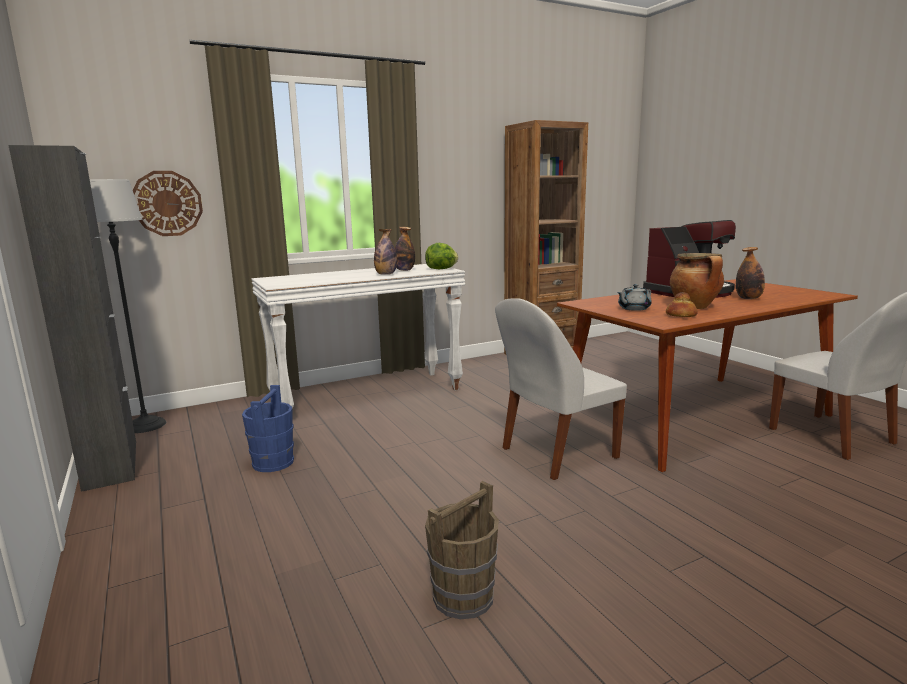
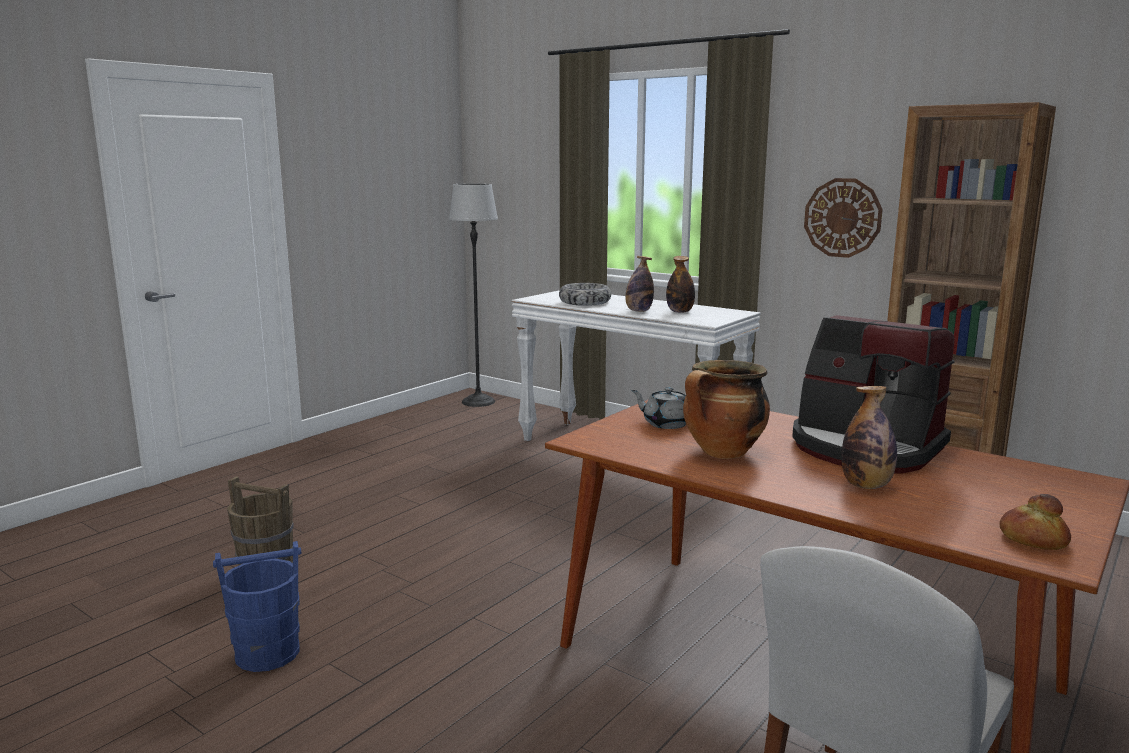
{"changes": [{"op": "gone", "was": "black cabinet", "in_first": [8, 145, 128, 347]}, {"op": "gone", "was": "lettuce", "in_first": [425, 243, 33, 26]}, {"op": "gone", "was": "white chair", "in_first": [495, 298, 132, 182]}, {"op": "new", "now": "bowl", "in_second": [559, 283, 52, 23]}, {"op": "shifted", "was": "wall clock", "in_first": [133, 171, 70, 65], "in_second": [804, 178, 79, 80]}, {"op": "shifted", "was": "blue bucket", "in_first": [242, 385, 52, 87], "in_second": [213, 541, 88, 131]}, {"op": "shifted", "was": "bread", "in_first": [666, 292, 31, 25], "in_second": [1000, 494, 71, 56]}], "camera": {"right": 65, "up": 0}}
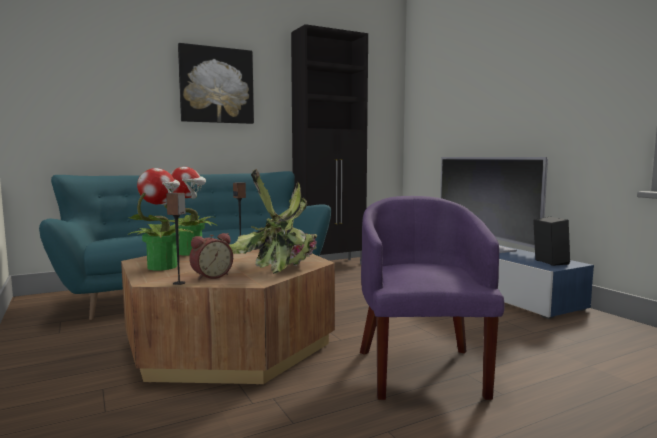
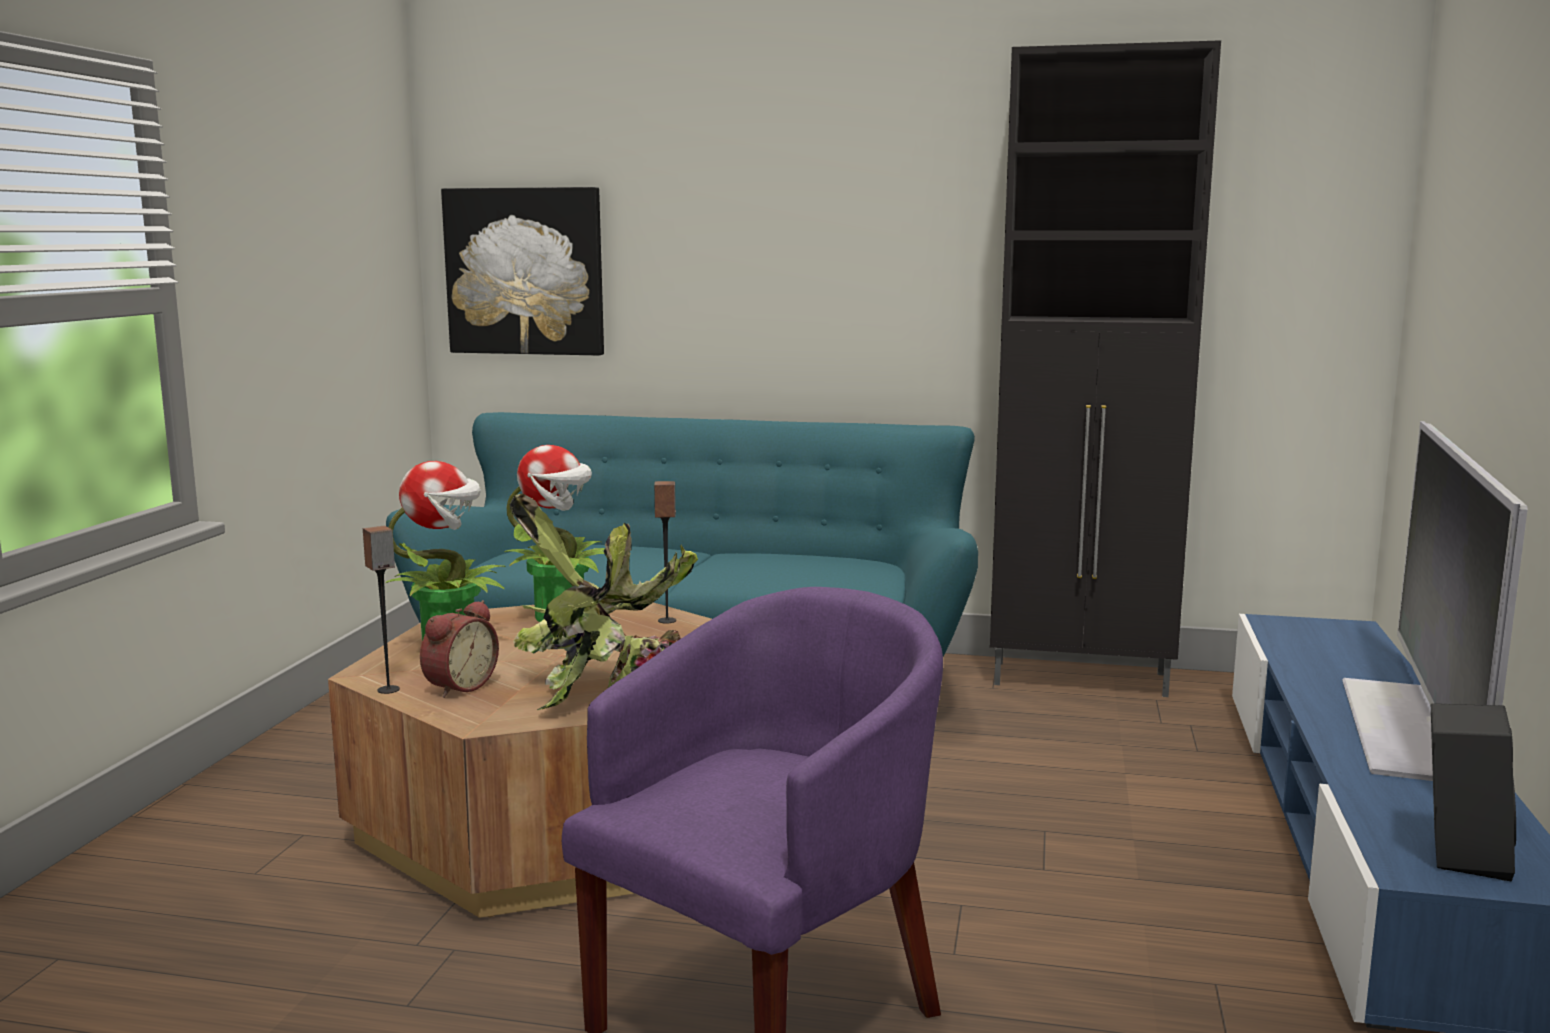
{"changes": [{"op": "shifted", "was": "picture", "in_first": [178, 43, 76, 81], "in_second": [441, 187, 163, 169]}, {"op": "rotated", "was": "alarm clock", "in_first": [189, 233, 44, 47], "in_second": [420, 600, 79, 98], "clockwise": -60}], "camera": {"right": 40, "up": 5}}
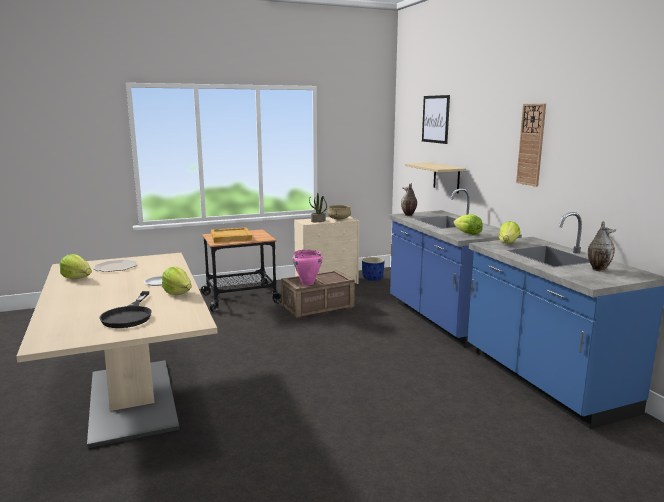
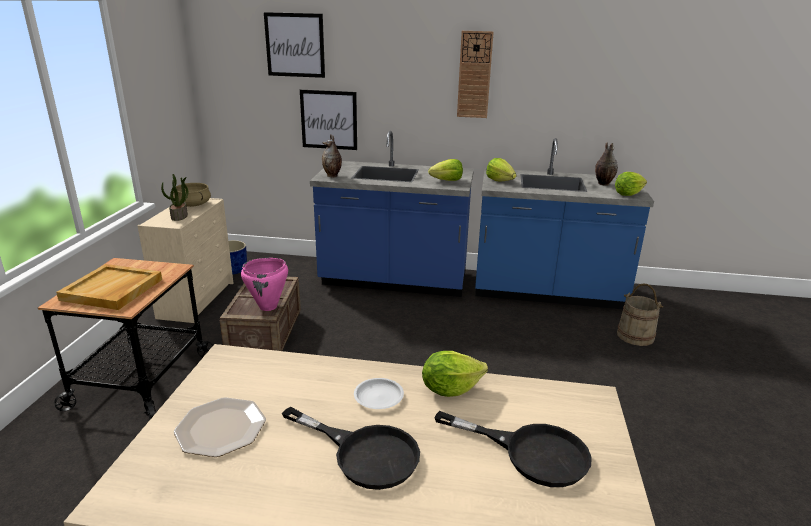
{"changes": [{"op": "new", "now": "black frying pan", "in_second": [282, 407, 138, 83]}, {"op": "new", "now": "beige bucket", "in_second": [617, 284, 46, 62]}, {"op": "shifted", "was": "lettuce", "in_first": [60, 254, 32, 25], "in_second": [615, 172, 32, 24]}, {"op": "swapped", "was": "shelf", "now": "picture", "in_first": [405, 163, 61, 31], "in_second": [300, 90, 57, 60]}], "camera": {"right": -60, "up": 10}}
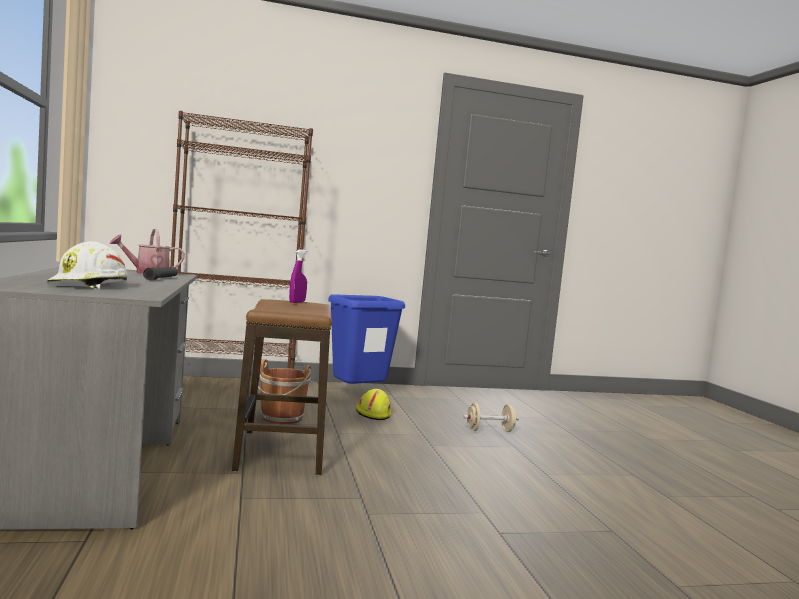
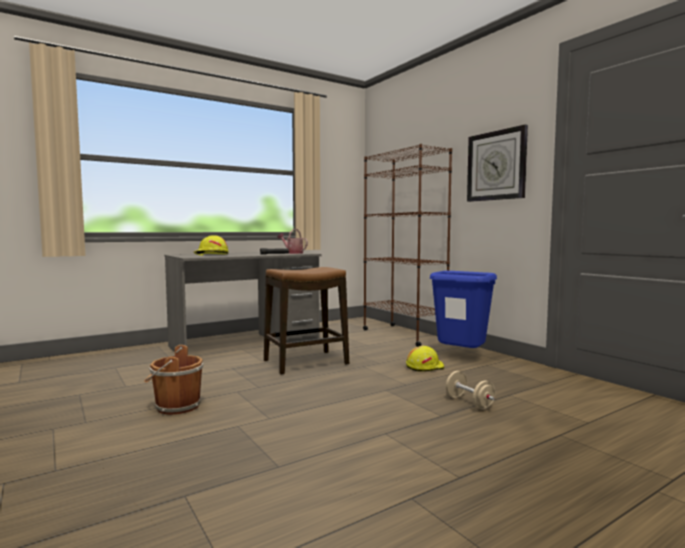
{"changes": [{"op": "gone", "was": "purple spray bottle", "in_first": [289, 250, 18, 53]}, {"op": "new", "now": "wall clock", "in_second": [467, 125, 61, 77]}, {"op": "shifted", "was": "brown bucket", "in_first": [258, 359, 54, 65], "in_second": [144, 345, 59, 70]}, {"op": "repainted", "was": "white hard hat", "now": "yellow hard hat", "in_first": [47, 241, 81, 48], "in_second": [194, 235, 35, 21]}], "camera": {"right": 70, "up": 0}}
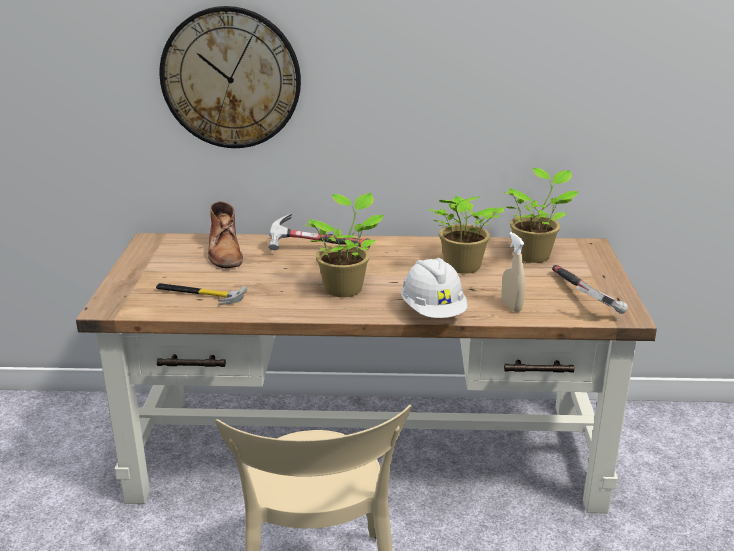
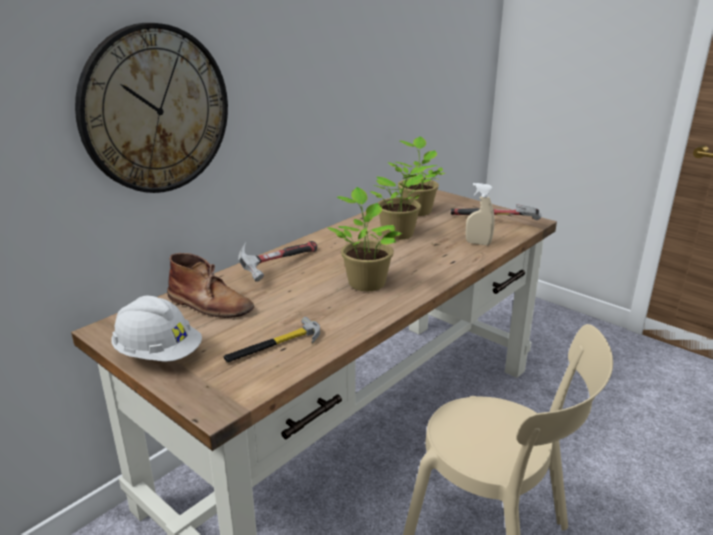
{"changes": [{"op": "shifted", "was": "white hard hat", "in_first": [401, 258, 66, 60], "in_second": [111, 296, 91, 66]}], "camera": {"right": -50, "up": 0}}
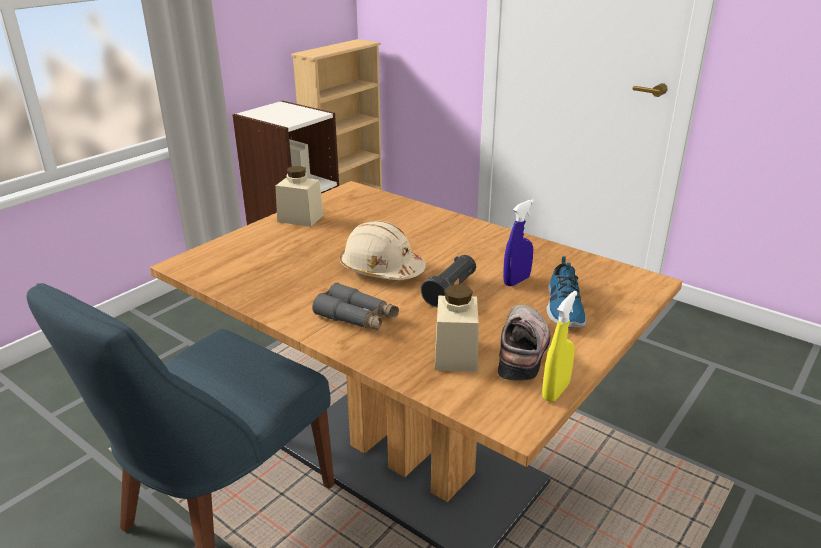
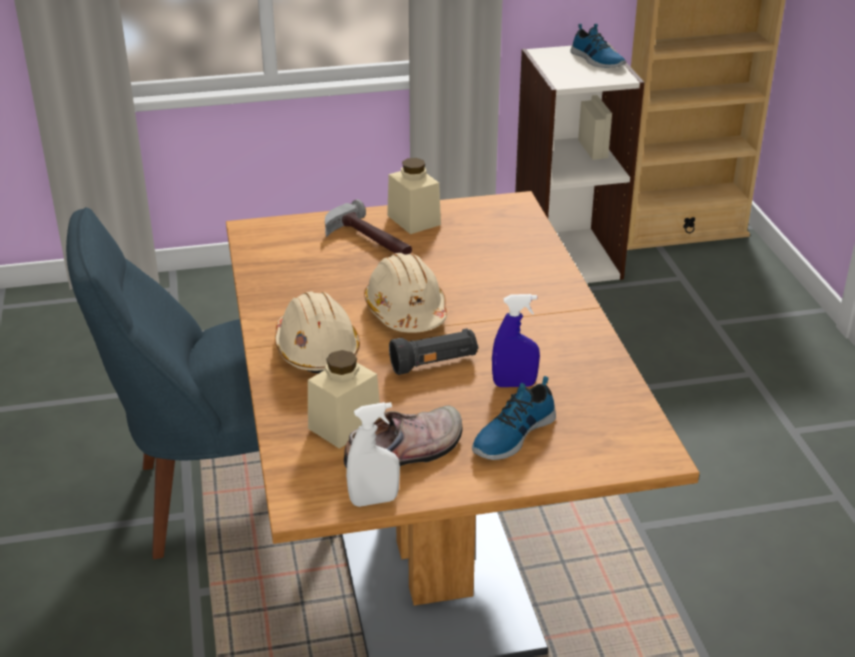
{"changes": [{"op": "new", "now": "hammer", "in_second": [325, 199, 87, 56]}, {"op": "new", "now": "shoe", "in_second": [570, 23, 56, 45]}, {"op": "swapped", "was": "grey binoculars", "now": "beige hard hat", "in_first": [312, 283, 87, 48], "in_second": [275, 291, 85, 82]}, {"op": "repainted", "was": "yellow spray bottle", "now": "white spray bottle", "in_first": [542, 291, 35, 111], "in_second": [346, 402, 54, 105]}], "camera": {"right": 40, "up": 5}}
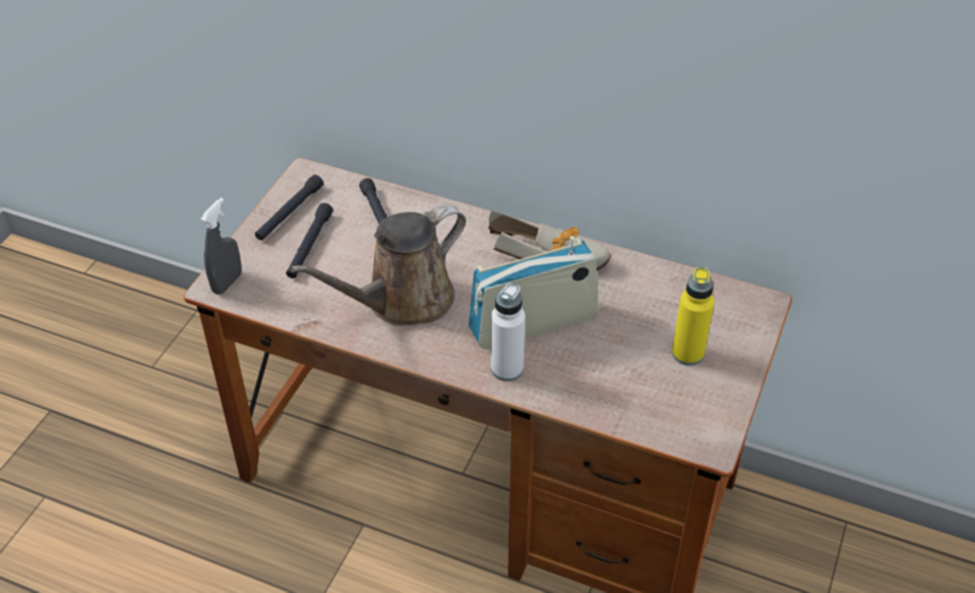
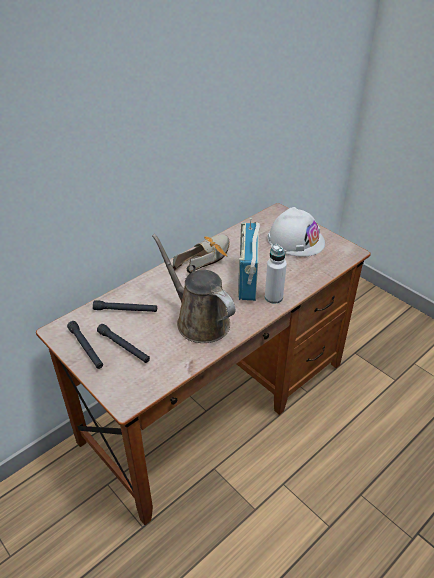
{"changes": [{"op": "gone", "was": "grey spray bottle", "in_first": [201, 198, 41, 97]}, {"op": "swapped", "was": "yellow bottle", "now": "white hard hat", "in_first": [672, 267, 42, 99], "in_second": [268, 207, 57, 50]}, {"op": "rotated", "was": "brown watering can", "in_first": [290, 205, 176, 121], "in_second": [152, 234, 83, 109], "clockwise": 150}], "camera": {"right": -65, "up": -5}}
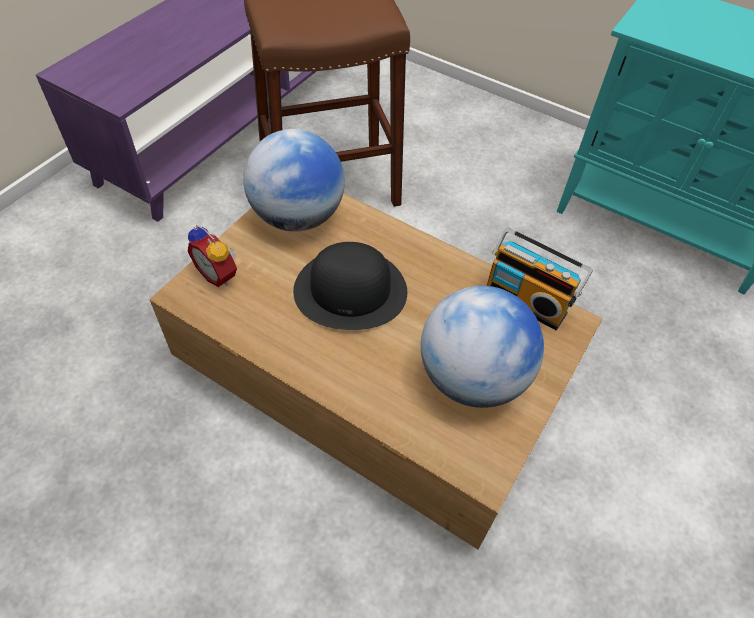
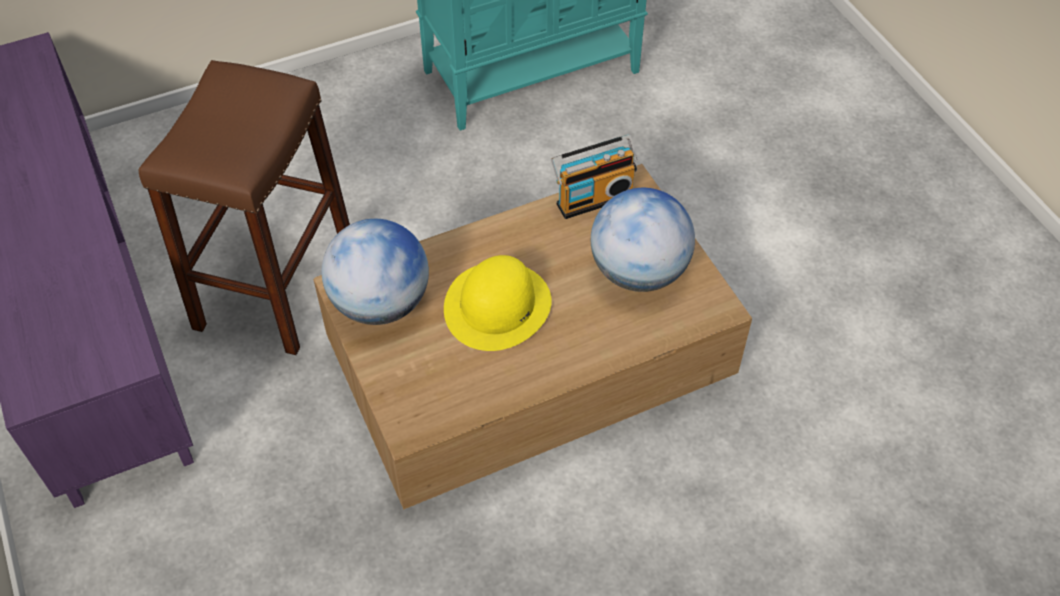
{"changes": [{"op": "gone", "was": "alarm clock", "in_first": [188, 225, 49, 62]}, {"op": "repainted", "was": "black hat", "now": "yellow hat", "in_first": [293, 242, 114, 88], "in_second": [444, 255, 108, 96]}], "camera": {"right": -55, "up": 0}}
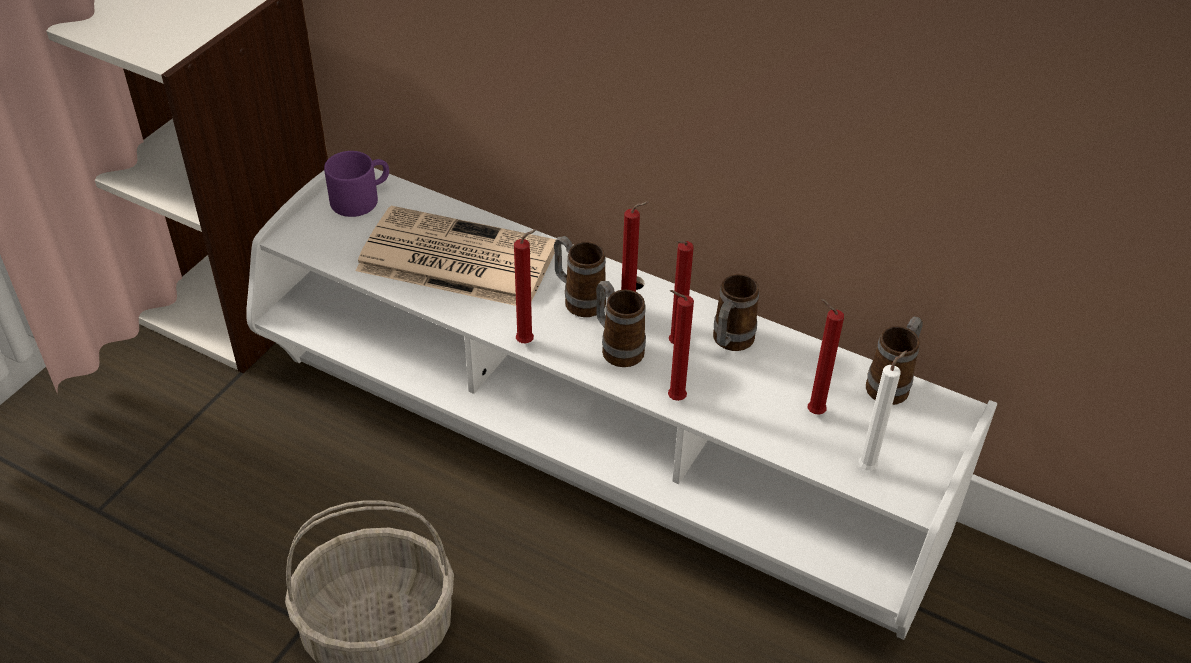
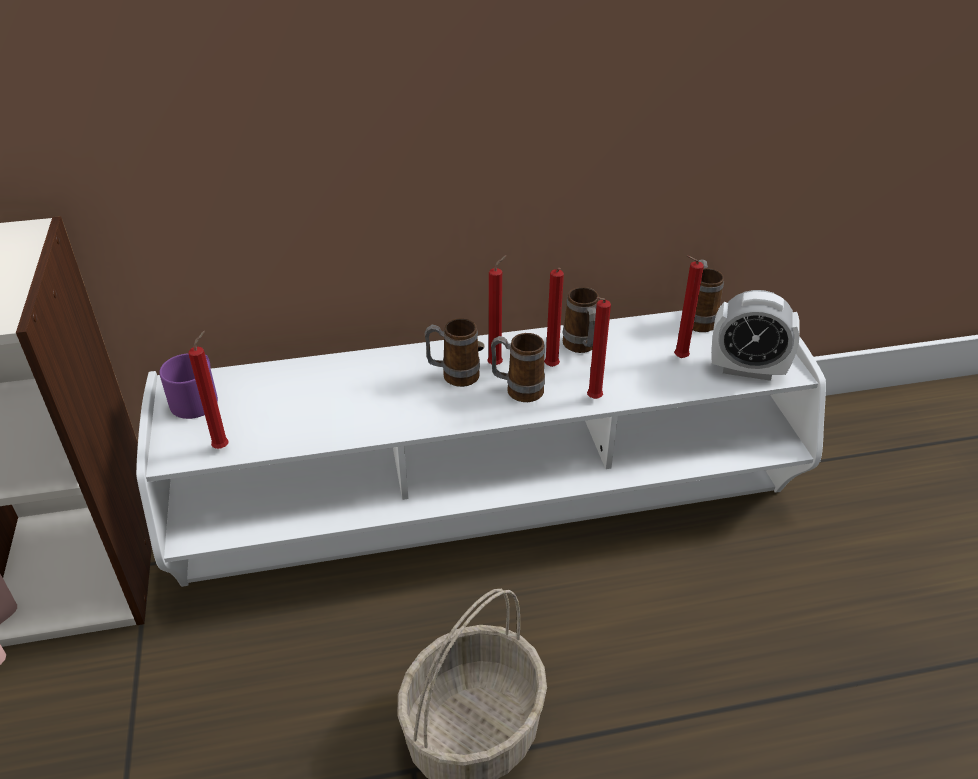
{"changes": [{"op": "gone", "was": "newspaper", "in_first": [356, 206, 200, 100]}, {"op": "shifted", "was": "red candle", "in_first": [514, 229, 23, 114], "in_second": [188, 331, 41, 118]}, {"op": "swapped", "was": "white candle", "now": "alarm clock", "in_first": [858, 350, 49, 121], "in_second": [711, 290, 89, 91]}], "camera": {"right": -40, "up": -5}}
